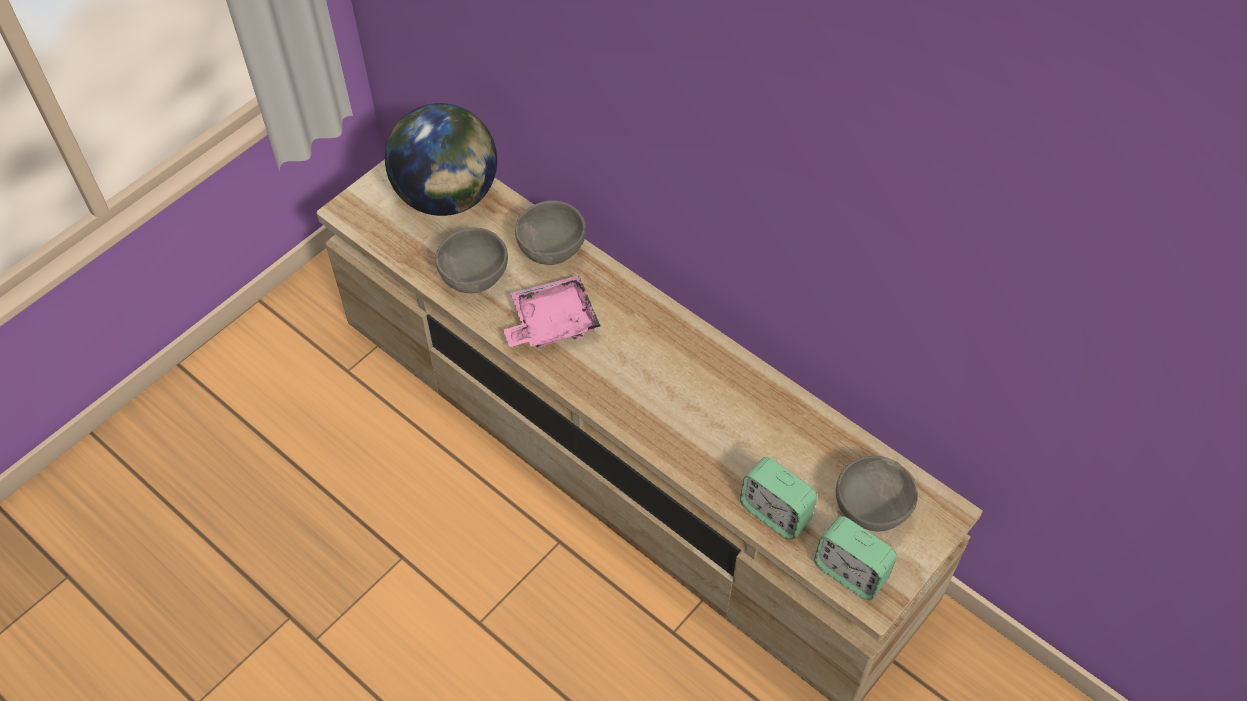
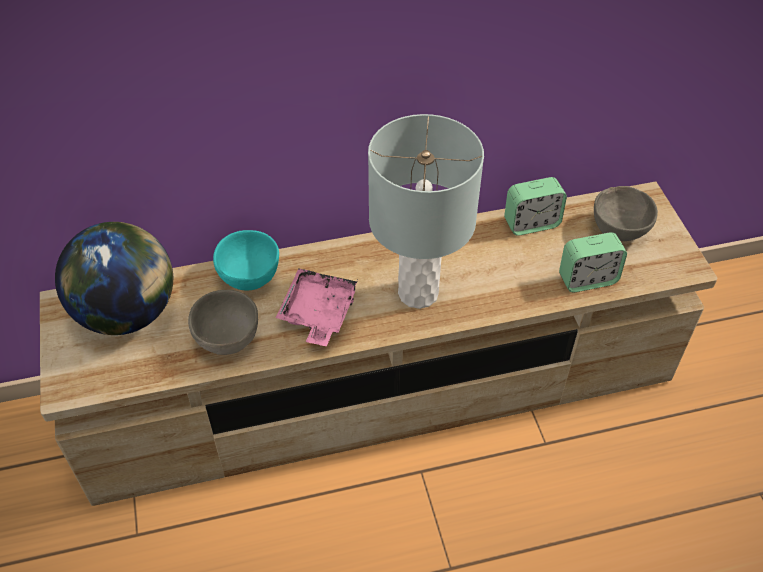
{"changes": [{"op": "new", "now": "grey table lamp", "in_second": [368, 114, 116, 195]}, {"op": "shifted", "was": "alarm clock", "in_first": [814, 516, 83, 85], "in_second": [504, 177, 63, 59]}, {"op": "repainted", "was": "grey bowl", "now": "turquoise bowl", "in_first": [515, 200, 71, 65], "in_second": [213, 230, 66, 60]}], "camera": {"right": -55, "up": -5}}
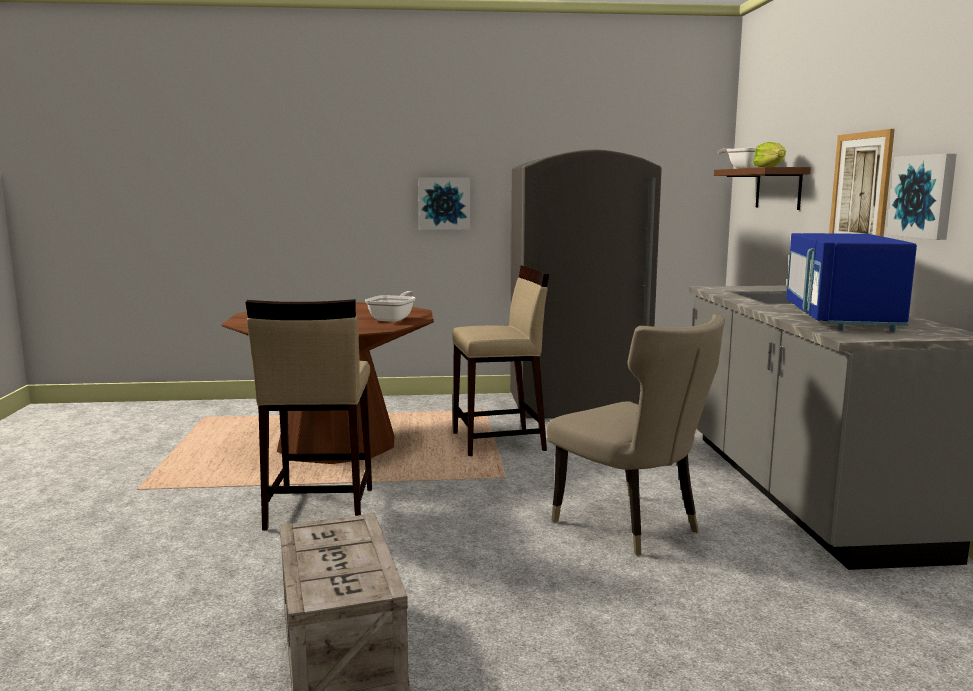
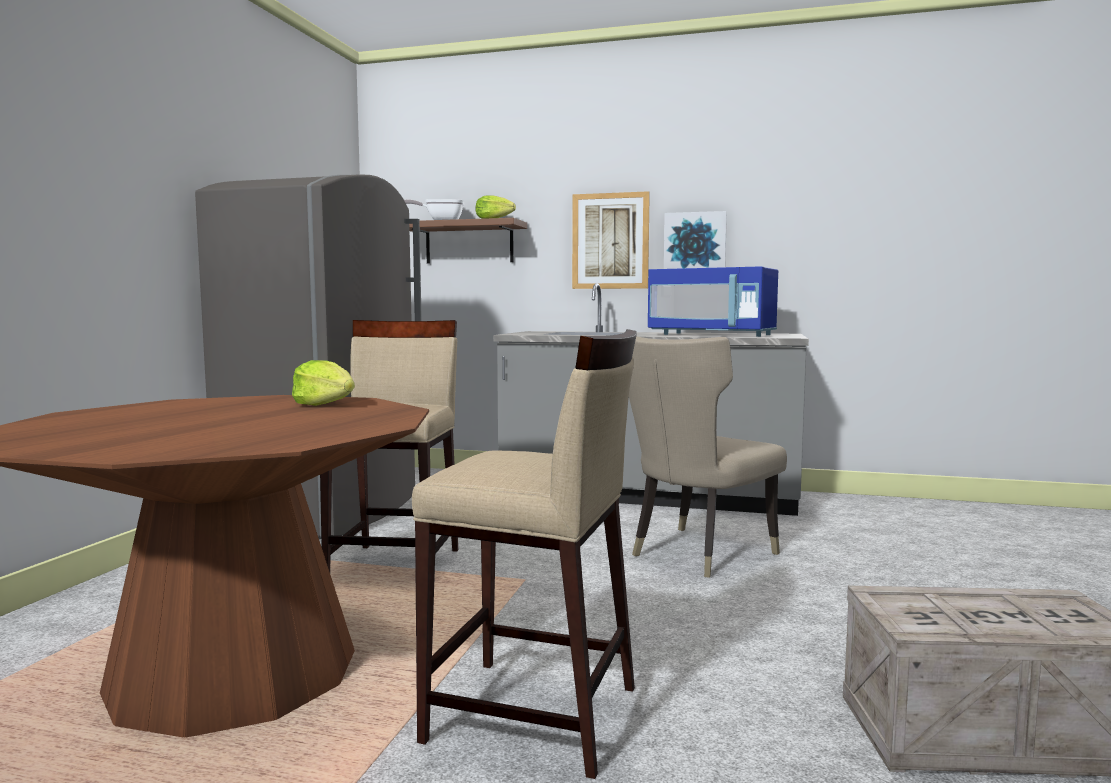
{"changes": [{"op": "gone", "was": "picture", "in_first": [418, 177, 52, 53]}, {"op": "swapped", "was": "frying pan", "now": "lettuce", "in_first": [365, 291, 50, 31], "in_second": [292, 360, 63, 46]}, {"op": "rotated", "was": "beige chair", "in_first": [547, 314, 178, 242], "in_second": [629, 336, 158, 242], "clockwise": 150}], "camera": {"right": -70, "up": -5}}
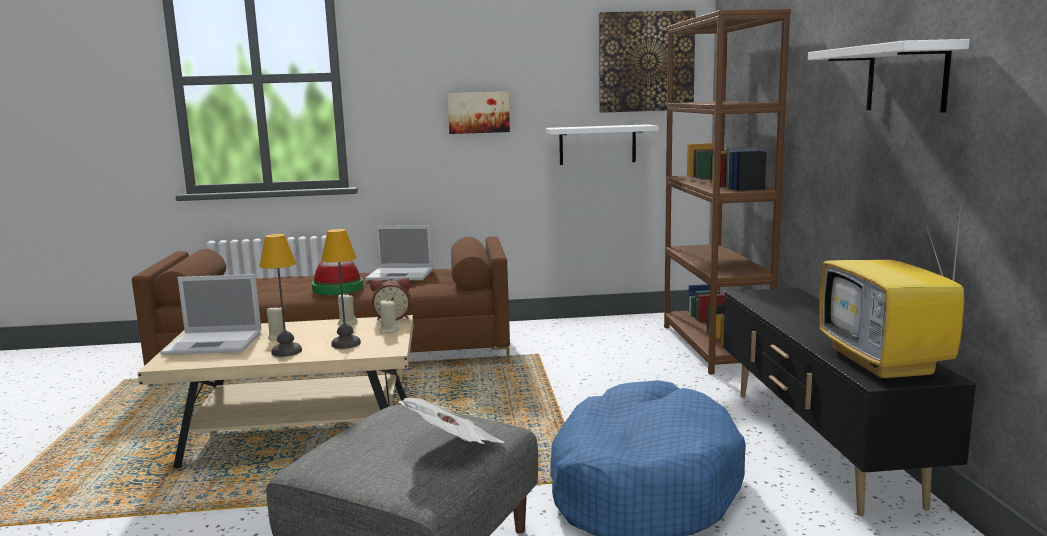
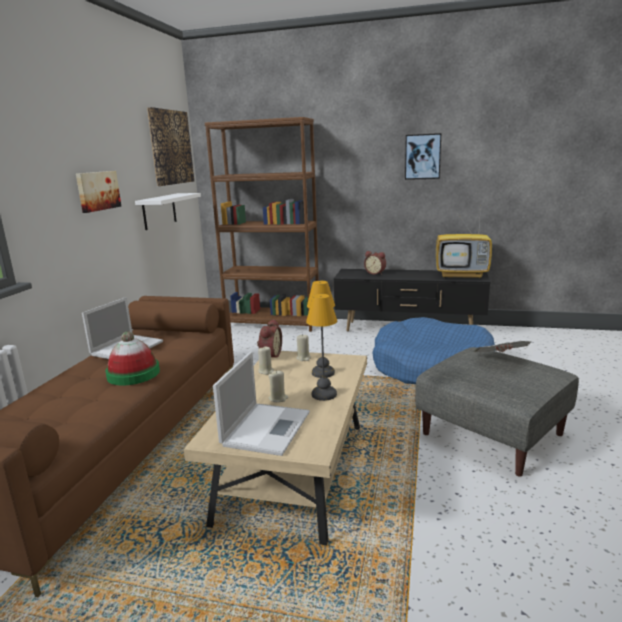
{"changes": [{"op": "new", "now": "alarm clock", "in_second": [364, 251, 22, 23]}, {"op": "swapped", "was": "white shelf", "now": "picture", "in_first": [808, 39, 162, 74], "in_second": [405, 133, 36, 47]}], "camera": {"right": -70, "up": 5}}
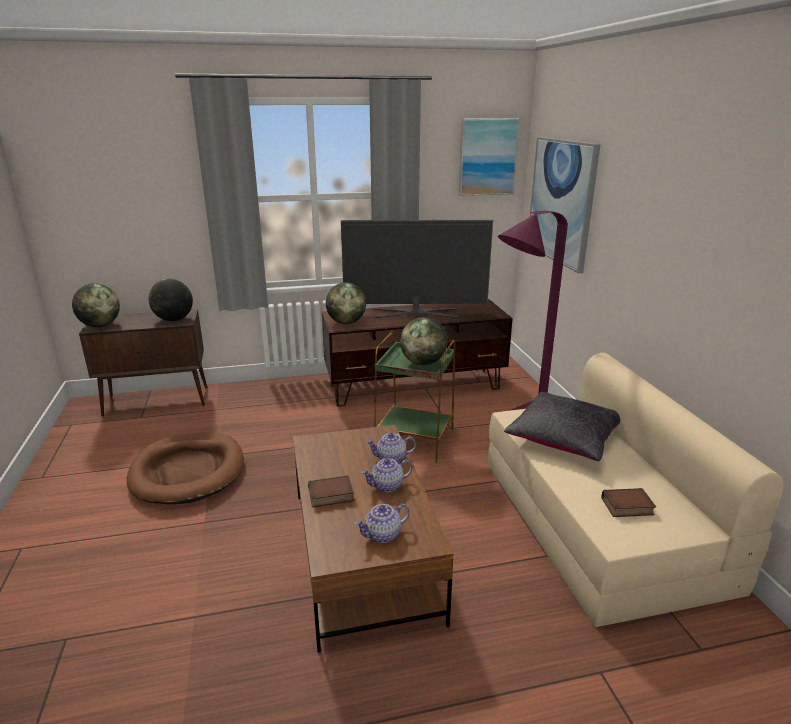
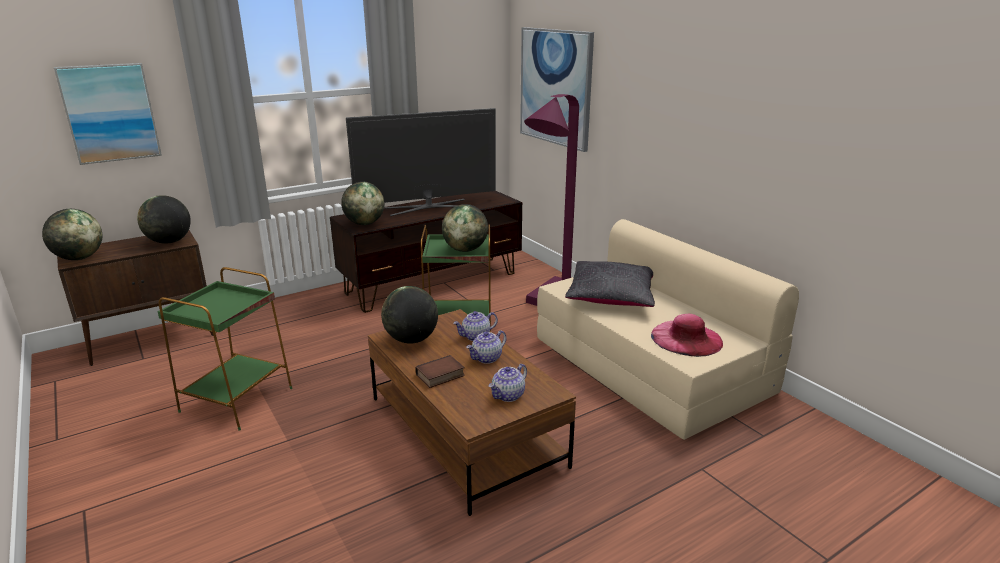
{"changes": [{"op": "new", "now": "globe", "in_second": [381, 286, 57, 58]}, {"op": "shifted", "was": "picture", "in_first": [459, 118, 61, 78], "in_second": [54, 63, 108, 102]}, {"op": "swapped", "was": "brown dog bed", "now": "green side table", "in_first": [127, 432, 117, 72], "in_second": [157, 267, 135, 164]}, {"op": "swapped", "was": "book", "now": "pink hat", "in_first": [602, 488, 54, 29], "in_second": [651, 314, 72, 43]}], "camera": {"right": -20, "up": 0}}
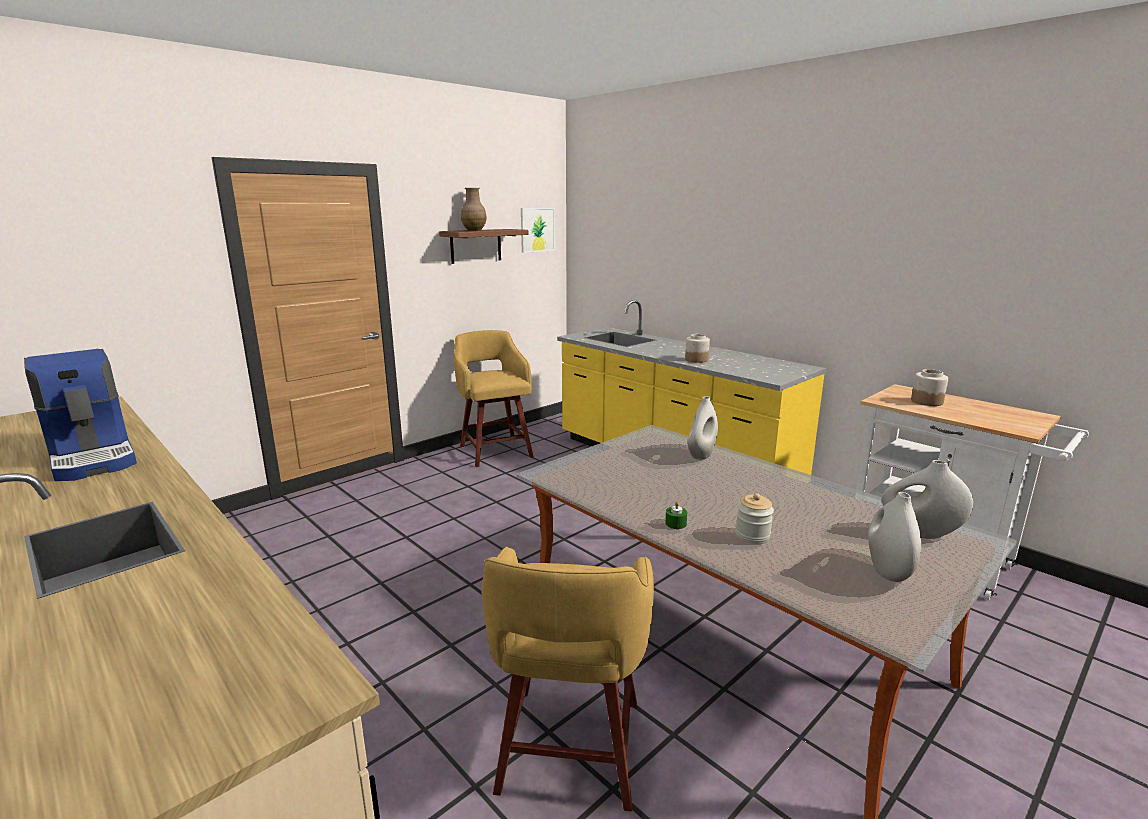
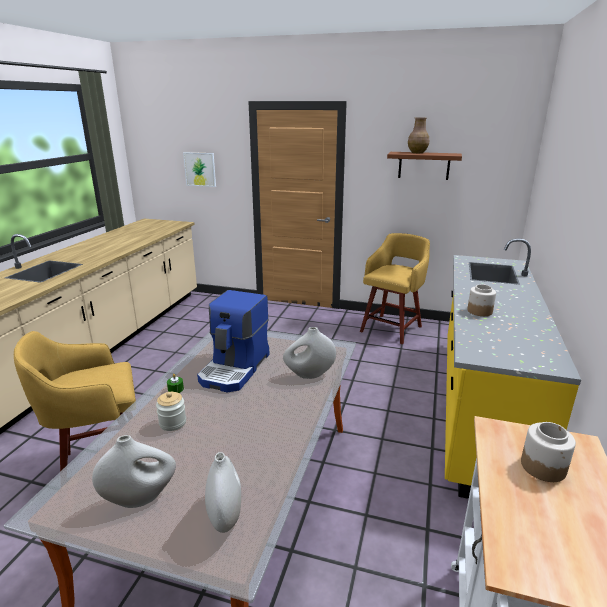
{"changes": [{"op": "shifted", "was": "coffee machine", "in_first": [24, 349, 113, 132], "in_second": [197, 290, 72, 103]}, {"op": "shifted", "was": "picture", "in_first": [521, 208, 34, 45], "in_second": [183, 152, 33, 35]}], "camera": {"right": 60, "up": 5}}
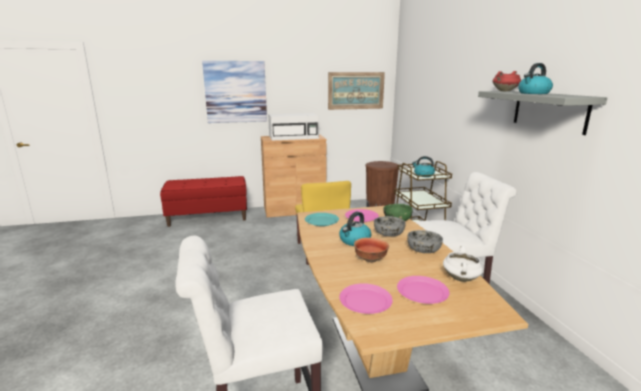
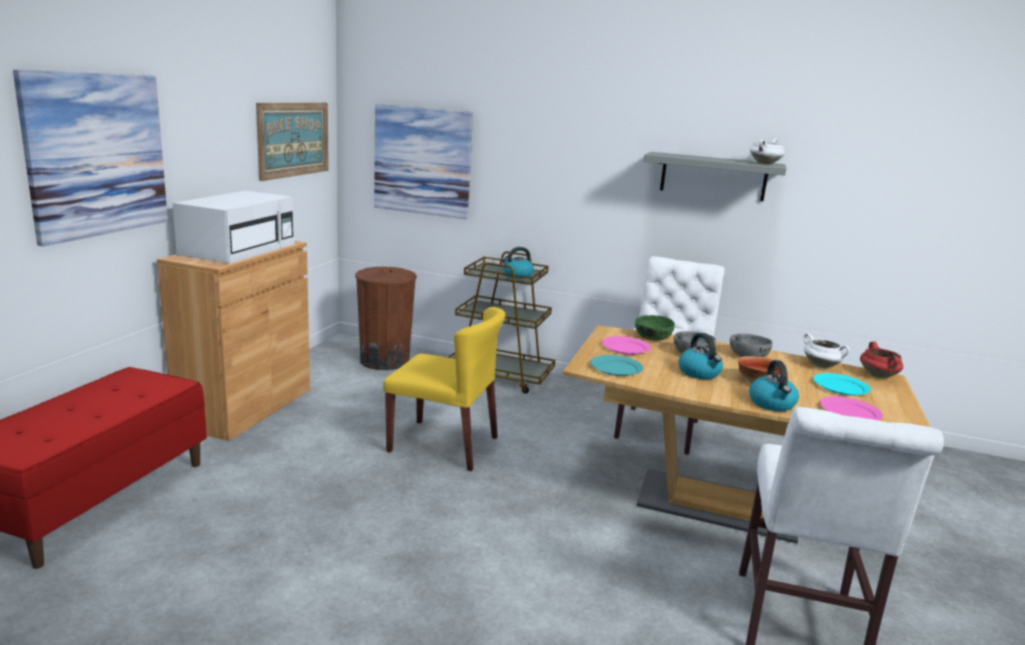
{"changes": [{"op": "new", "now": "picture", "in_second": [374, 104, 99, 115]}, {"op": "new", "now": "white cooking pot", "in_second": [750, 138, 35, 27]}, {"op": "shifted", "was": "red cooking pot", "in_first": [492, 71, 29, 20], "in_second": [860, 341, 43, 37]}, {"op": "shifted", "was": "kettle", "in_first": [518, 63, 35, 31], "in_second": [749, 360, 50, 51]}, {"op": "repainted", "was": "pink plate", "now": "turquoise plate", "in_first": [397, 276, 53, 28], "in_second": [813, 373, 58, 23]}], "camera": {"right": -60, "up": 0}}
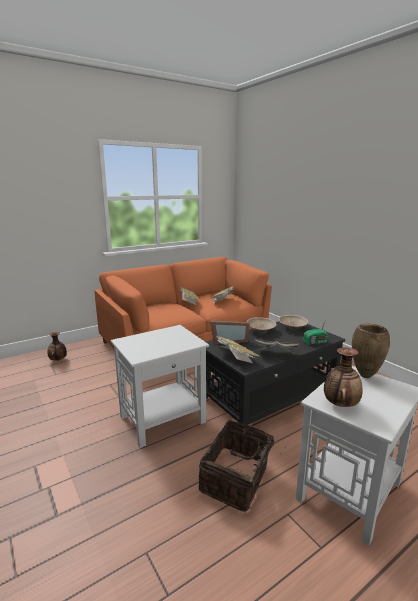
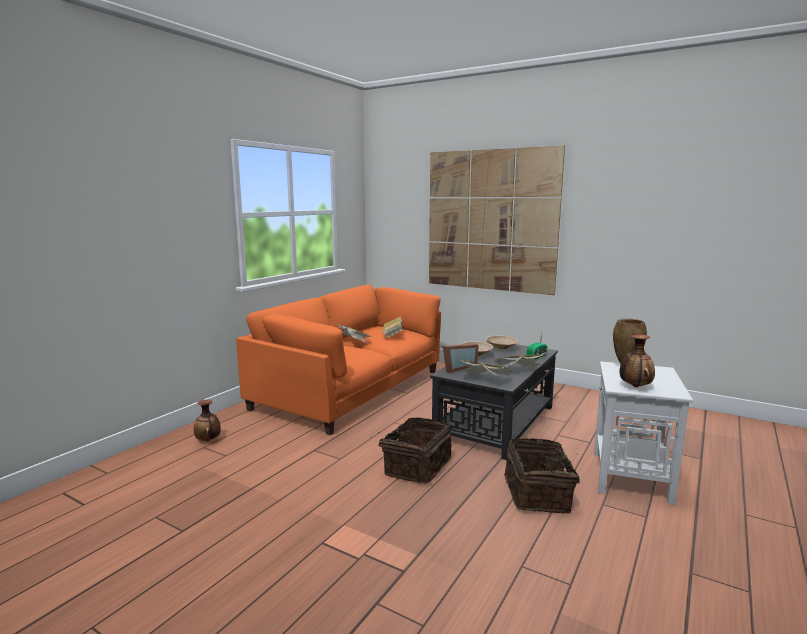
{"changes": [{"op": "new", "now": "picture", "in_second": [429, 146, 136, 149]}, {"op": "swapped", "was": "white side table", "now": "basket", "in_first": [111, 325, 98, 123], "in_second": [371, 417, 80, 67]}], "camera": {"right": -25, "up": -5}}
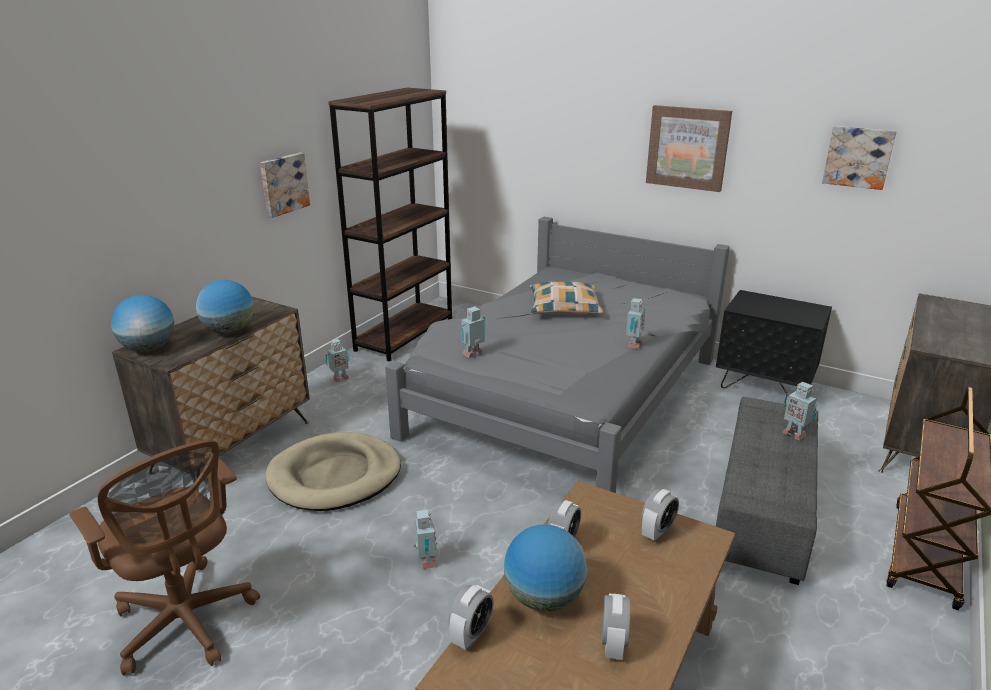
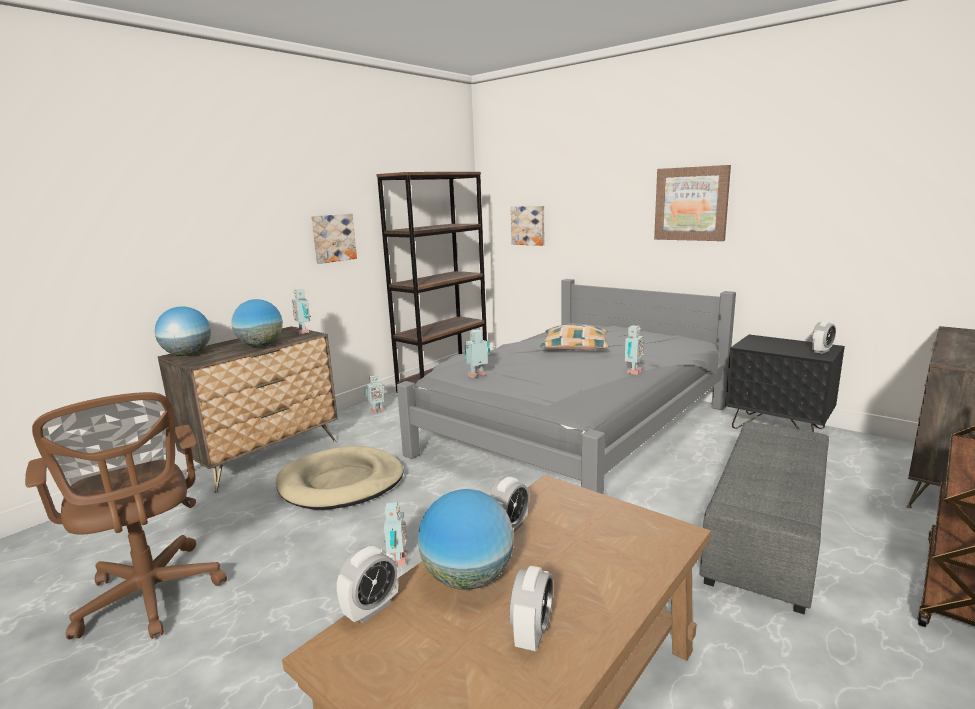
{"changes": [{"op": "shifted", "was": "alarm clock", "in_first": [641, 489, 38, 53], "in_second": [812, 321, 24, 33]}, {"op": "shifted", "was": "toy robot", "in_first": [782, 382, 35, 58], "in_second": [292, 289, 19, 45]}, {"op": "shifted", "was": "picture", "in_first": [822, 126, 75, 64], "in_second": [511, 206, 33, 40]}], "camera": {"right": 10, "up": -10}}
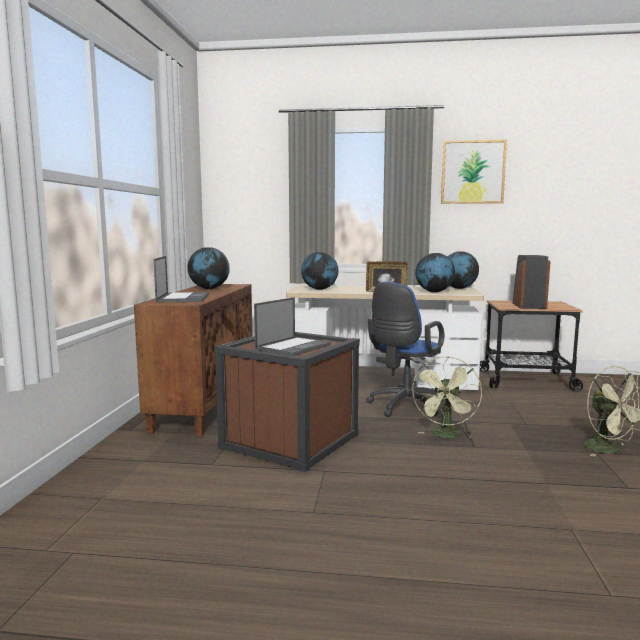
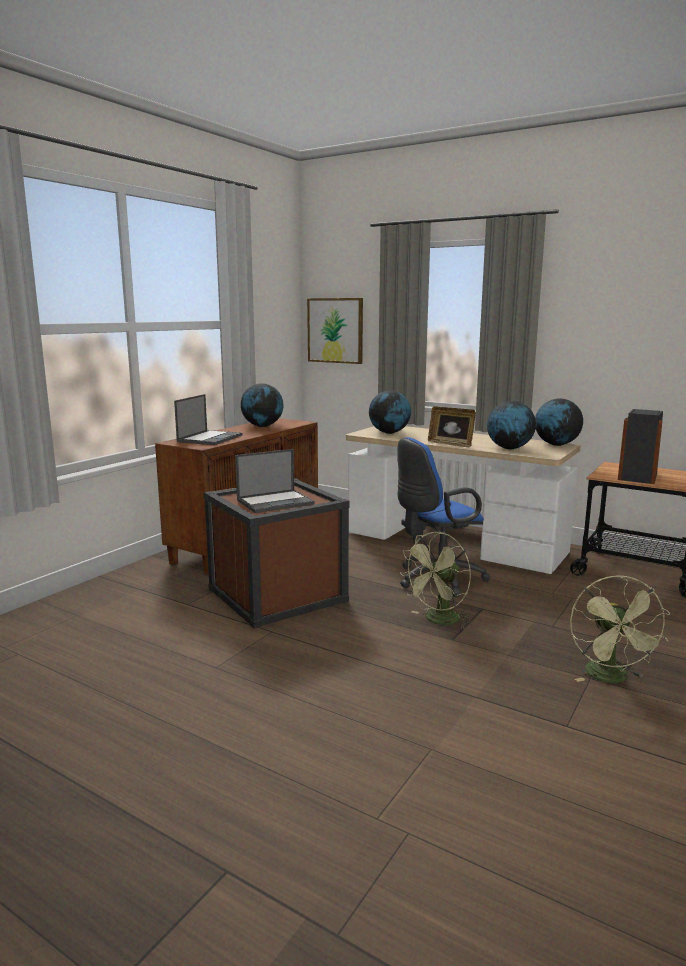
{"changes": [{"op": "shifted", "was": "picture", "in_first": [441, 140, 66, 64], "in_second": [307, 298, 56, 66]}], "camera": {"right": 25, "up": 5}}
